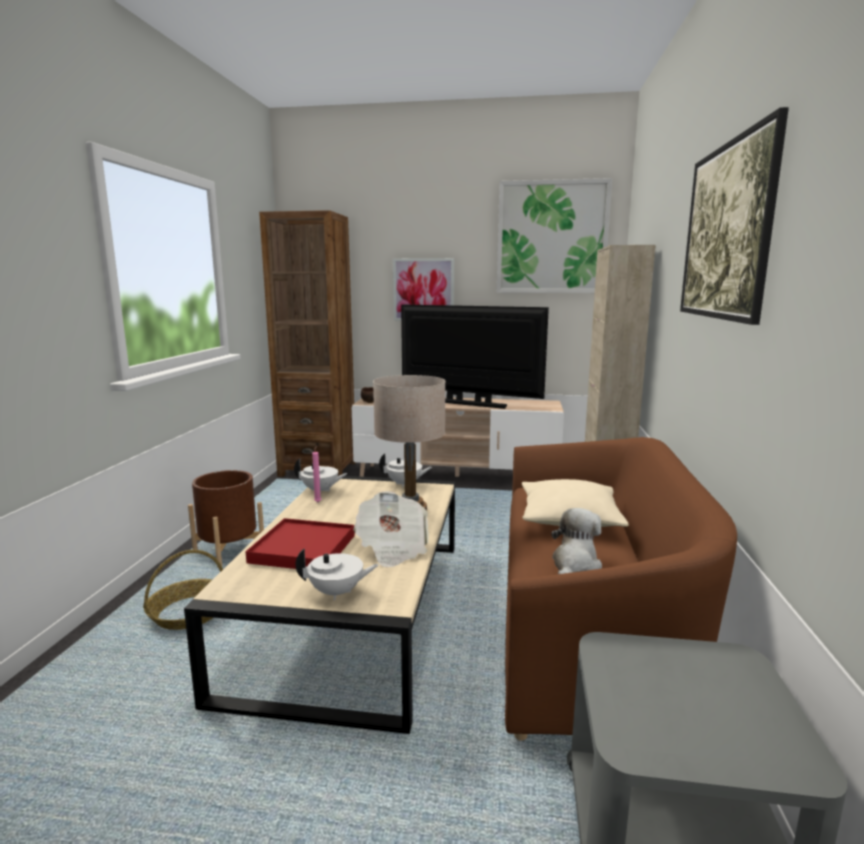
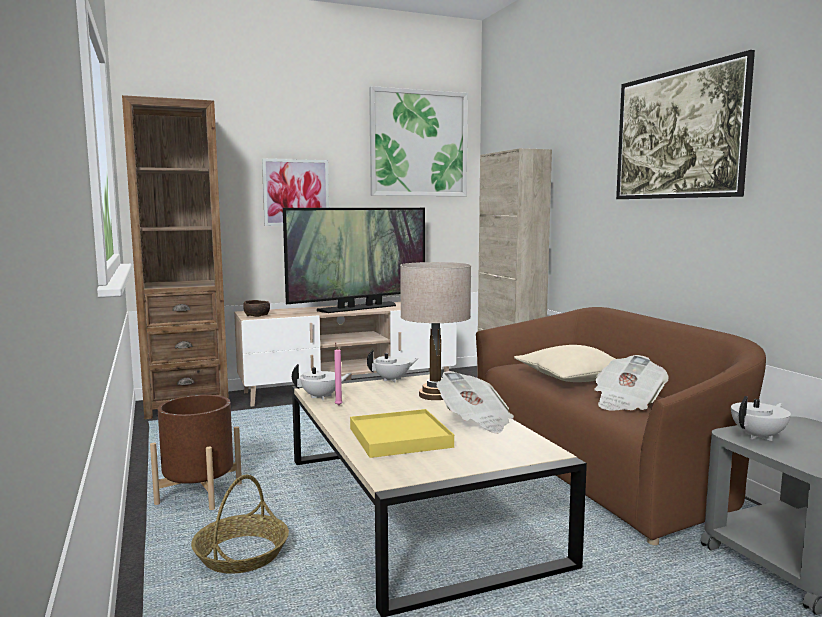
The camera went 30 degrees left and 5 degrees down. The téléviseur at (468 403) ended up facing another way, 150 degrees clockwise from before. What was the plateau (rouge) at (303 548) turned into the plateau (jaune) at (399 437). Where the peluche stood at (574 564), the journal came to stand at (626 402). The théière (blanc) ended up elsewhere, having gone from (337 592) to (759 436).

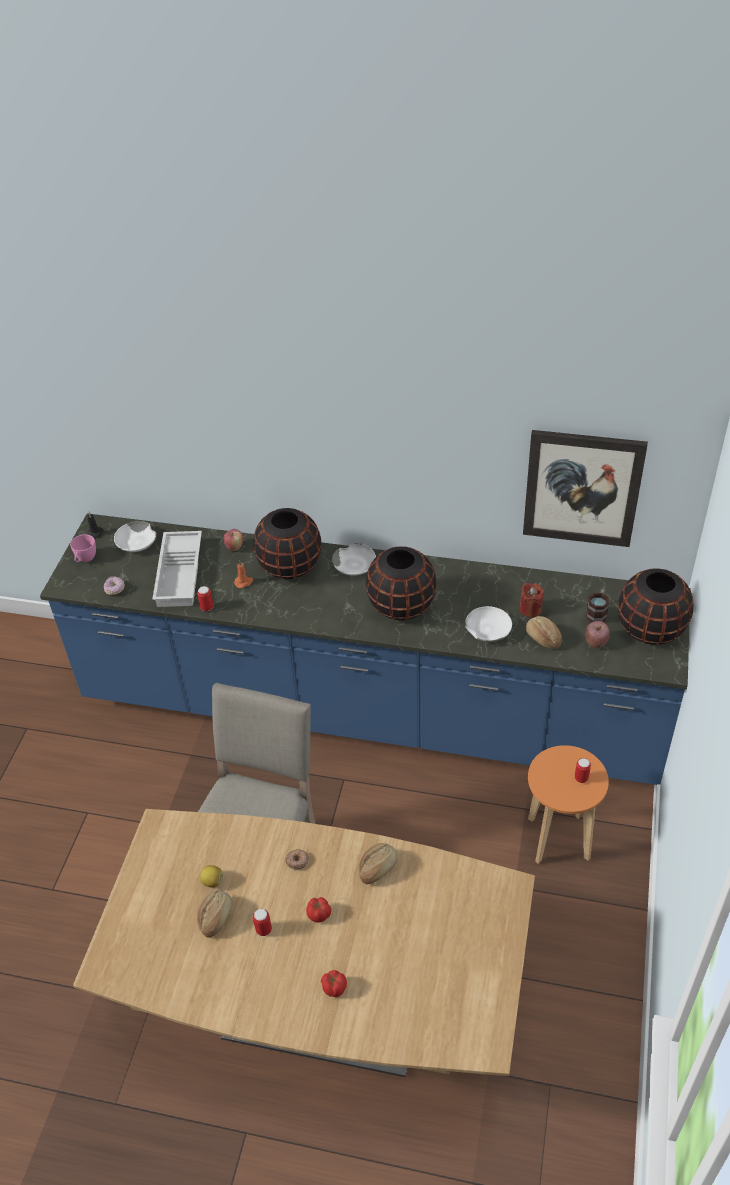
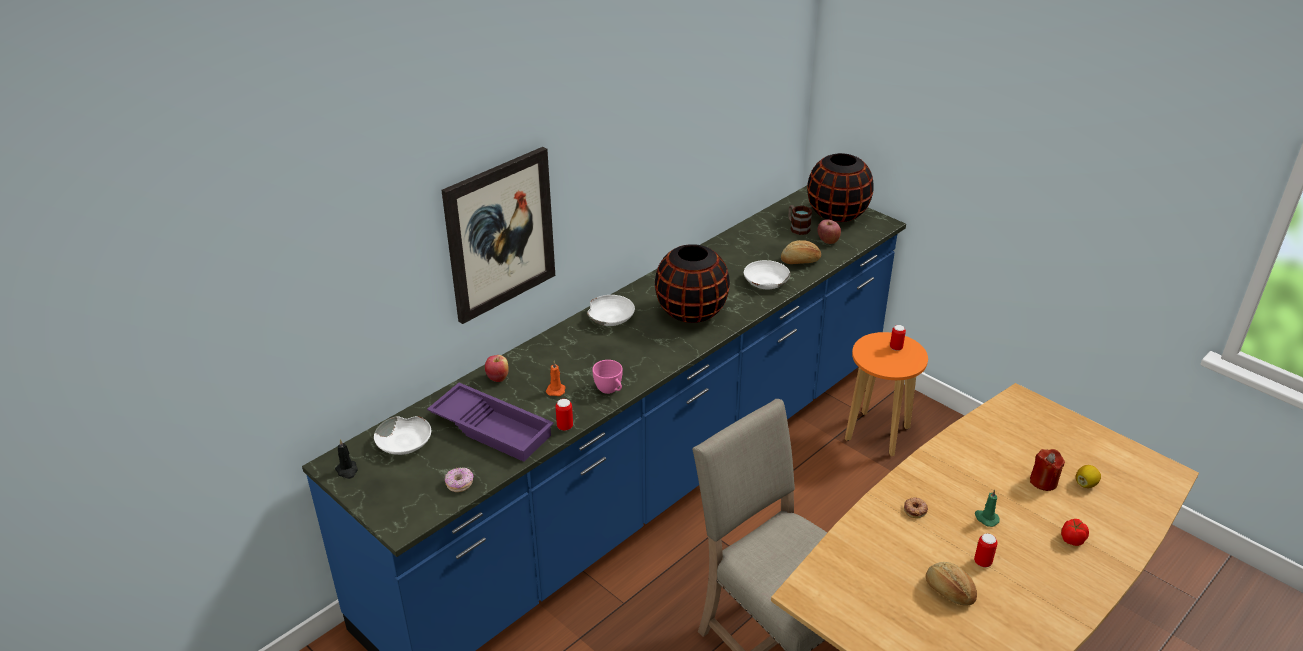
The camera went 60 degrees left and 10 degrees down. What was the plateau (blanc) at (181 574) turned into the plateau (violet) at (493 427). The tableau ended up elsewhere, having gone from (582 488) to (500 234). The tasse (rose) ended up elsewhere, having gone from (85 559) to (610 390). Where the tomate stood at (319 914), the bougie (vert) came to stand at (986 518). The bougie (rouge) ended up elsewhere, having gone from (530 609) to (1043 481). The citron ended up elsewhere, having gone from (212 881) to (1085 484). The second view lost the vase (noir) at (290 566). The second view lost the pain at (377 868).

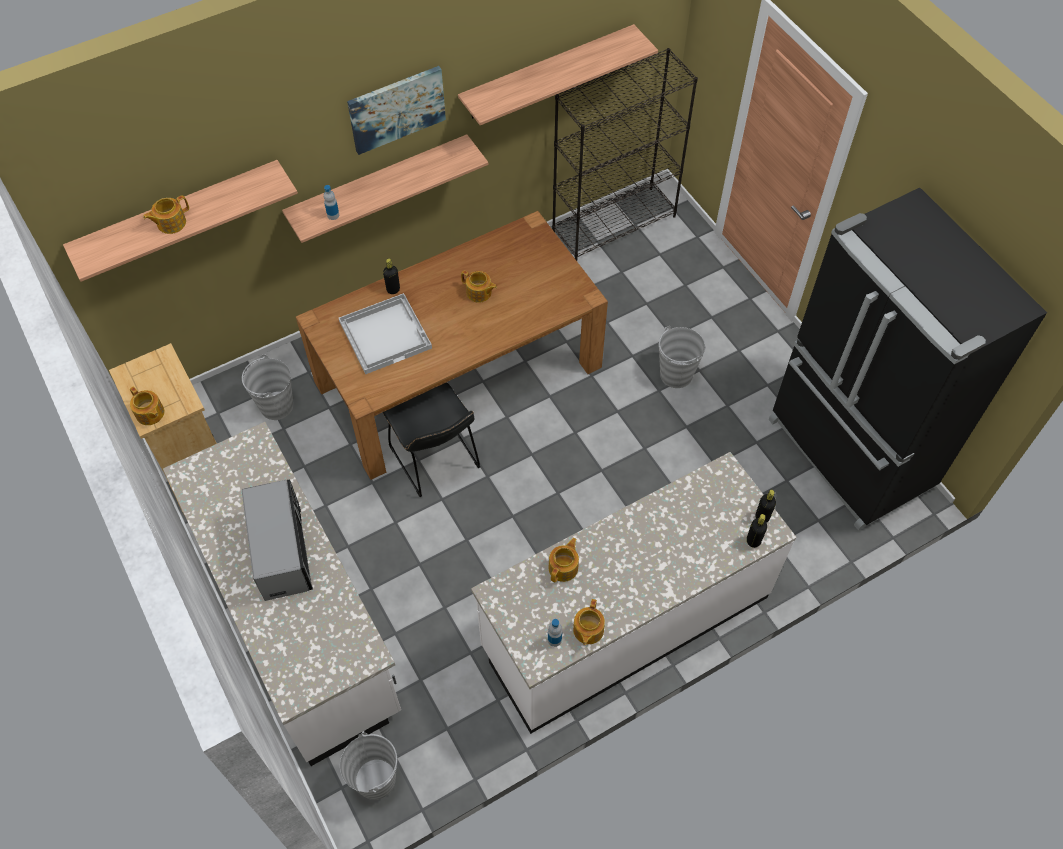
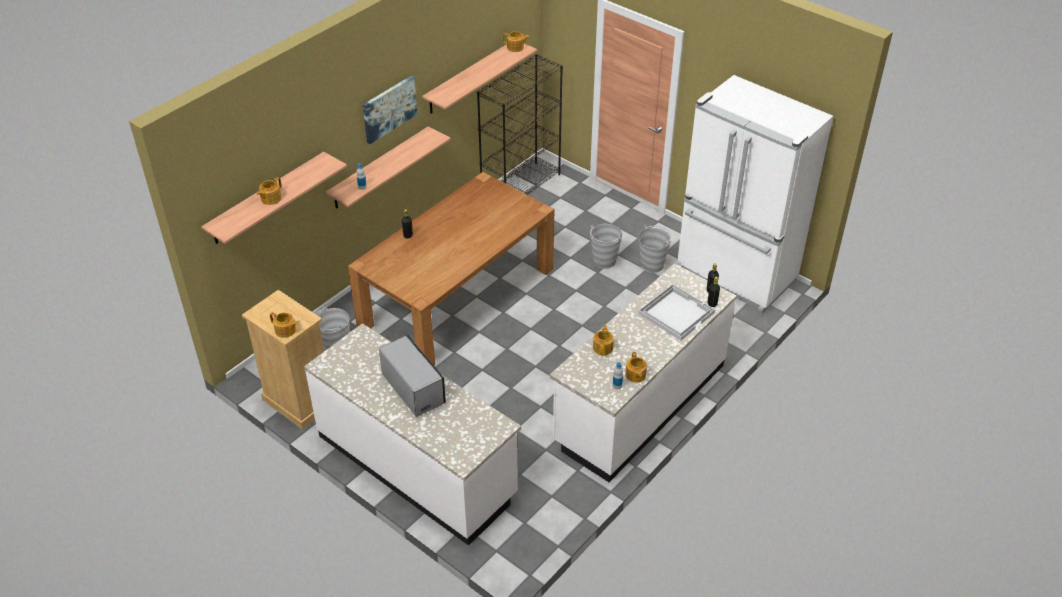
The camera went 20 degrees left and 15 degrees down. The théière ended up elsewhere, having gone from (479 293) to (515 48). The plateau (blanc) ended up elsewhere, having gone from (385 334) to (676 313). The seau (gris) ended up elsewhere, having gone from (376 779) to (652 265). What was the réfrigérateur (noir) at (848 455) turned into the réfrigérateur (blanc) at (735 276). The second view lost the chaise (noir) at (437 461).

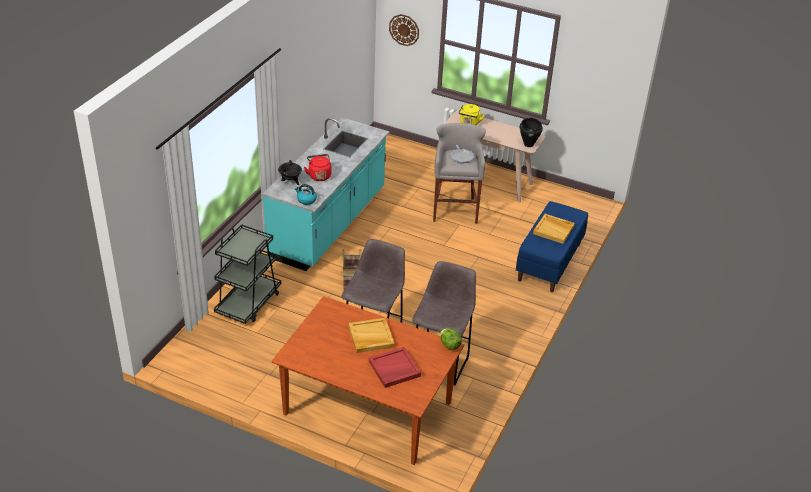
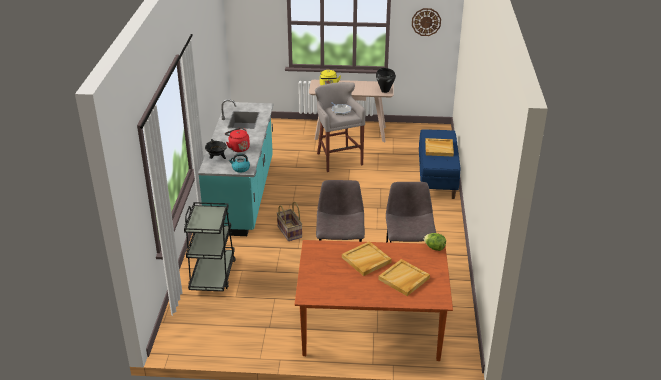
The camera went 20 degrees left and 5 degrees down. What was the plateau (rouge) at (394 369) turned into the plateau (beige) at (404 279). The horloge murale ended up elsewhere, having gone from (404 30) to (426 22).

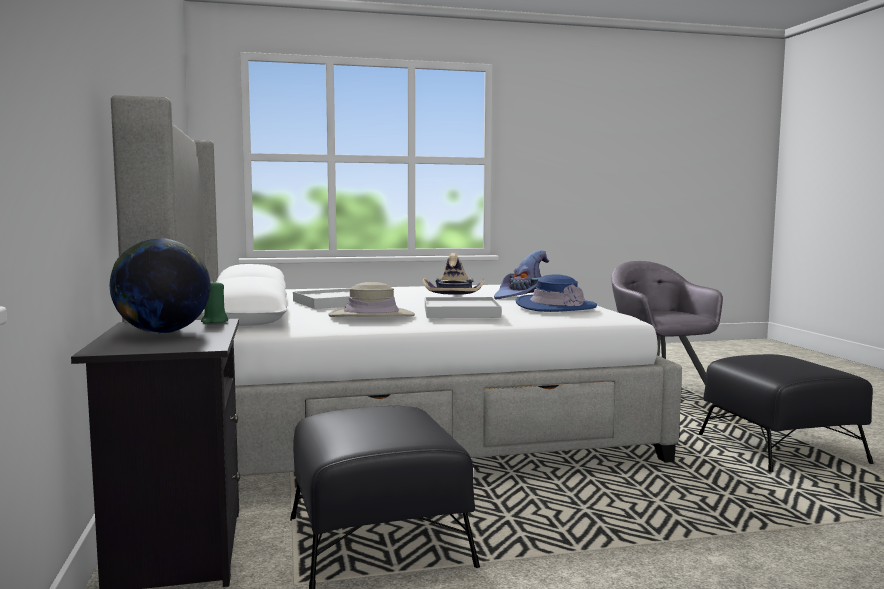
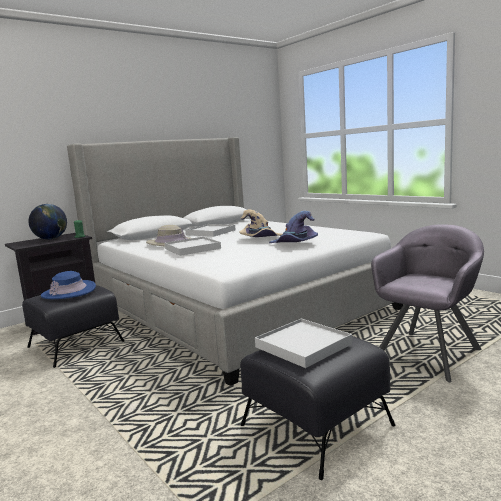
The camera went 65 degrees right and 5 degrees up. The chapeau (bleu) ended up elsewhere, having gone from (555 306) to (69 292). The second view gained the plateau (blanc) at (303 346).

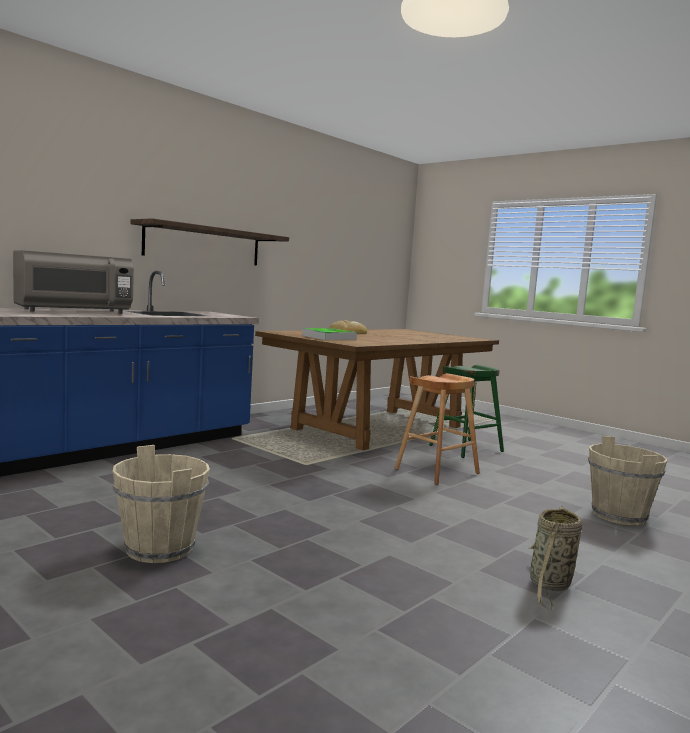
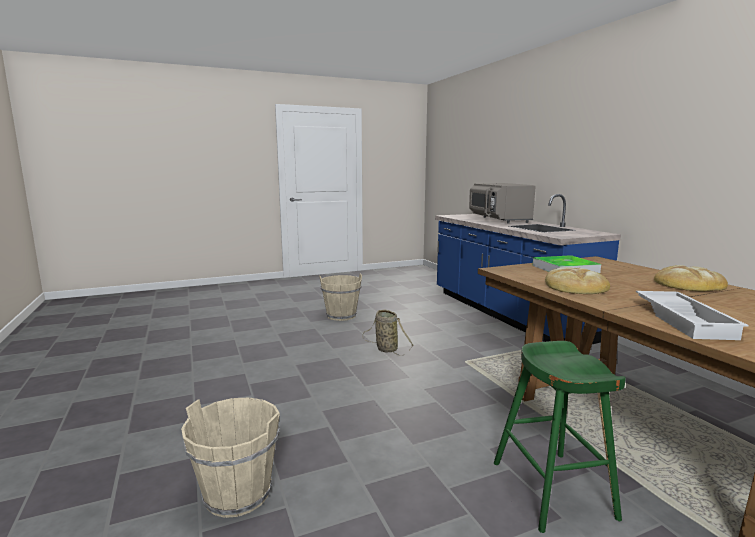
The camera went 115 degrees right and 5 degrees up. The panier ended up elsewhere, having gone from (549 585) to (385 348). The second view gained the pain at (575 287). The second view gained the plateau (blanc) at (685 320). The second view lost the étagère at (204 245). The second view lost the tabouret (marron) at (437 471).

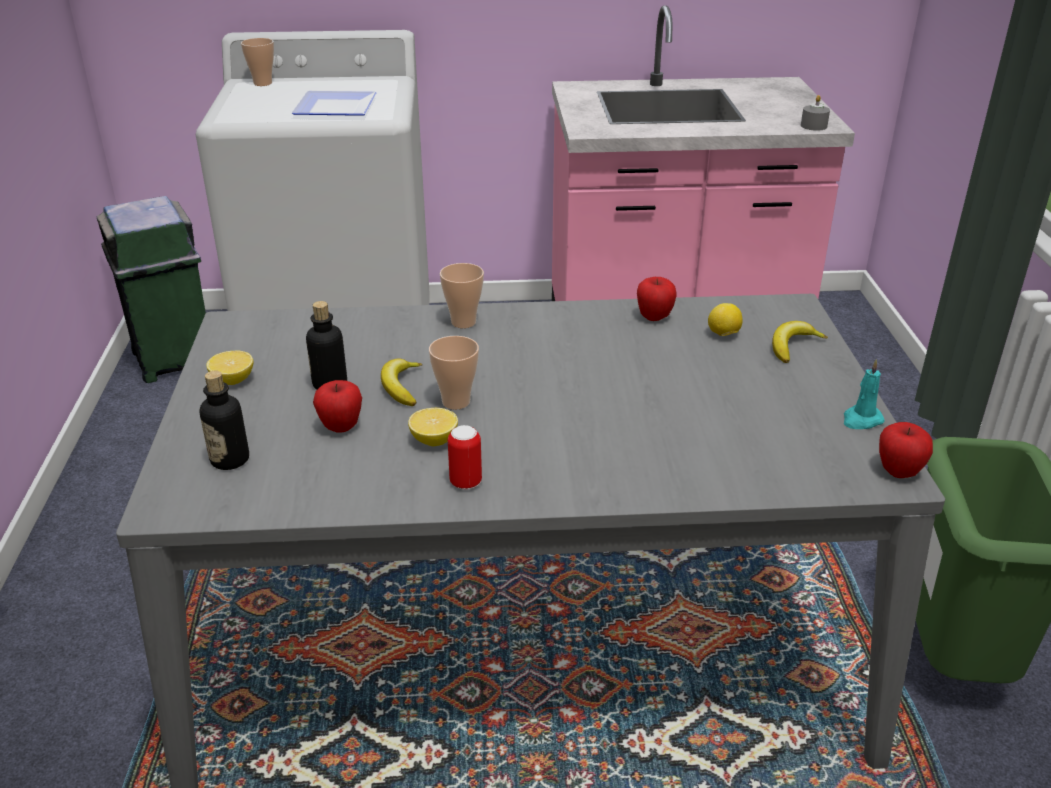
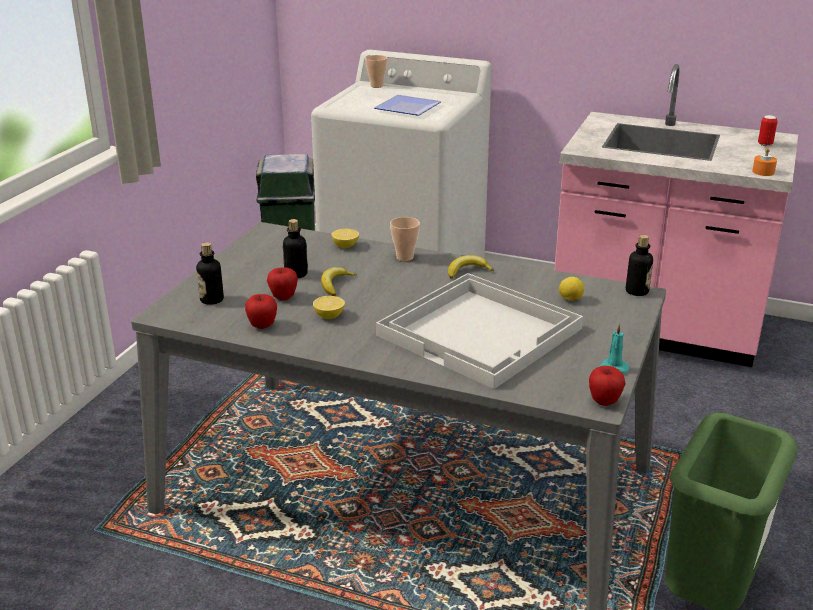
The camera went 25 degrees right and 5 degrees down. The pomme ended up elsewhere, having gone from (654 317) to (262 326). The citron ended up elsewhere, having gone from (233 380) to (345 246). The second view gained the plateau (blanc) at (481 332). The banane ended up elsewhere, having gone from (792 346) to (468 271). The second view gained the bouteille at (637 291). What was the bougie (gris) at (813 126) turned into the bougie (orange) at (763 172). The boîte métallique ended up elsewhere, having gone from (465 482) to (765 144). The second view lost the tasse at (456 402).

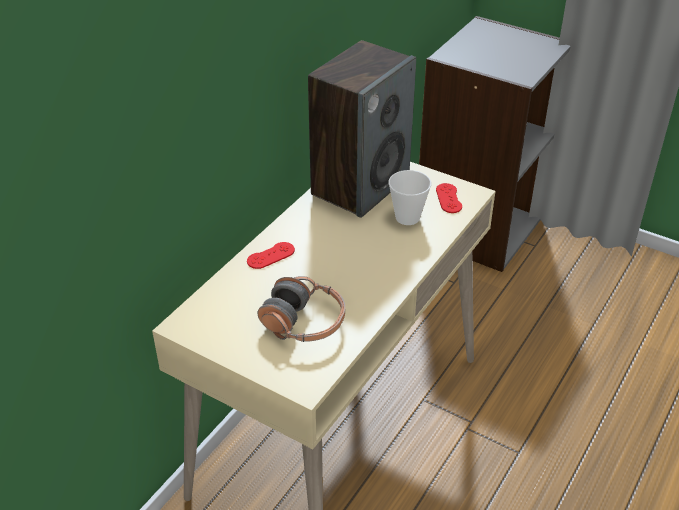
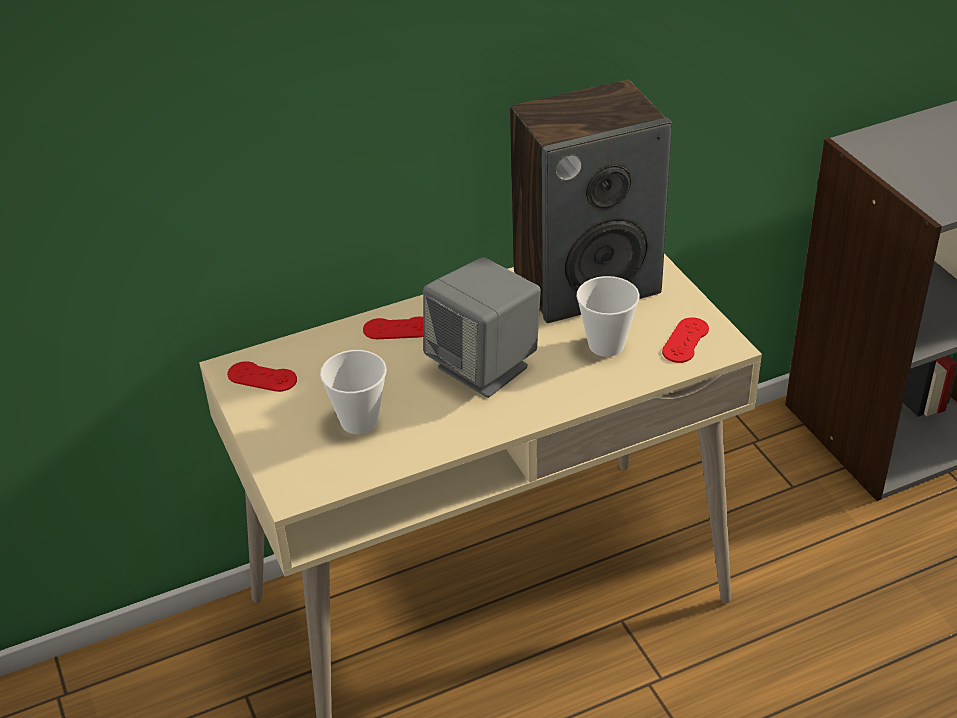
The camera went 35 degrees right and 0 degrees up. The second view gained the manette (rouge) at (262 377). Where the casque audio stood at (304 323), the tasse came to stand at (359 421). The second view gained the enceinte (gris) at (484 367).

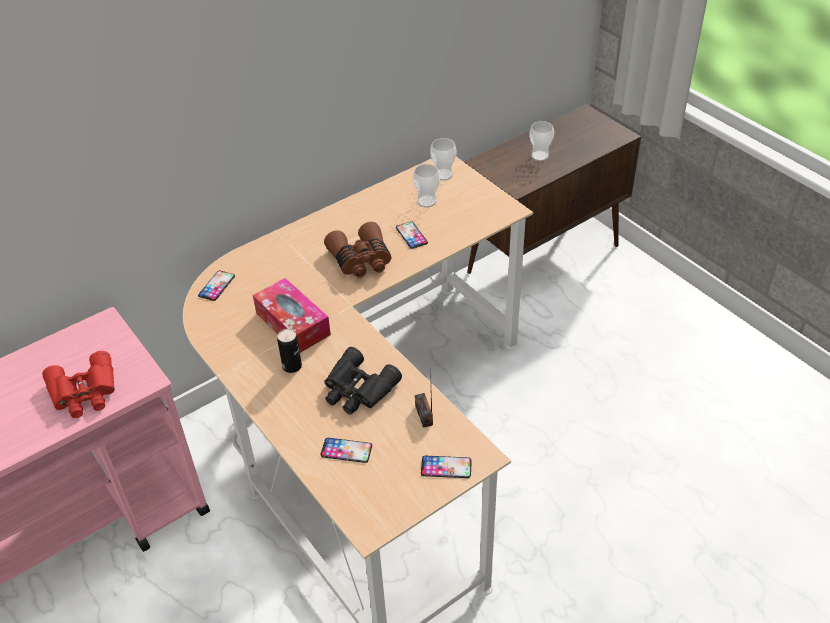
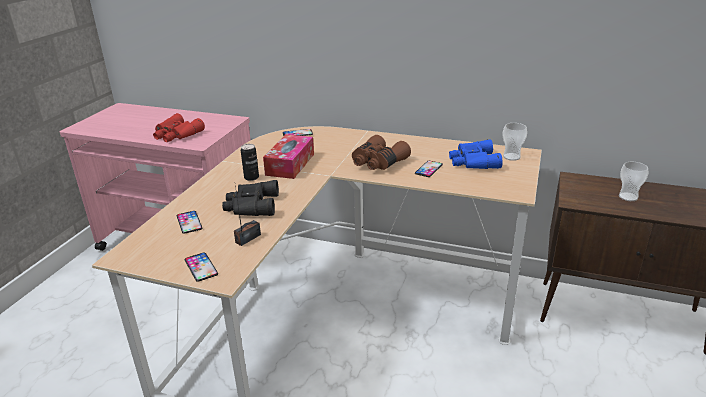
The camera went 55 degrees right and 15 degrees down. Where the tasse stood at (426 201), the jumelles (bleu) came to stand at (472 161).

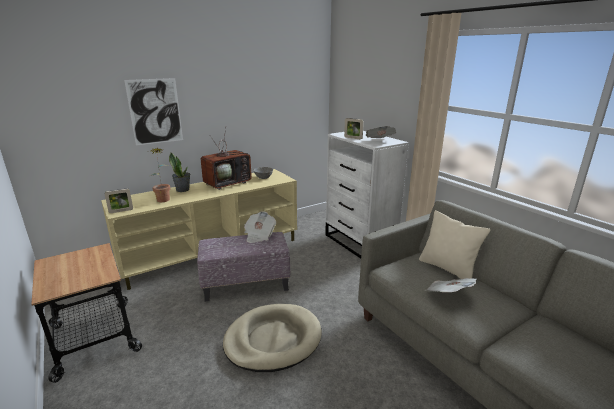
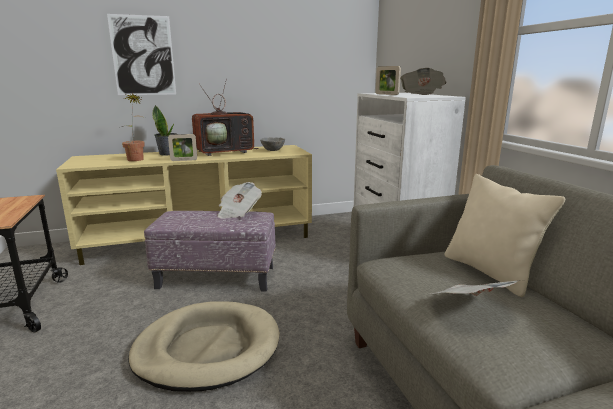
The camera went 15 degrees right and 5 degrees down. The cadre photo ended up elsewhere, having gone from (121 211) to (184 160).

